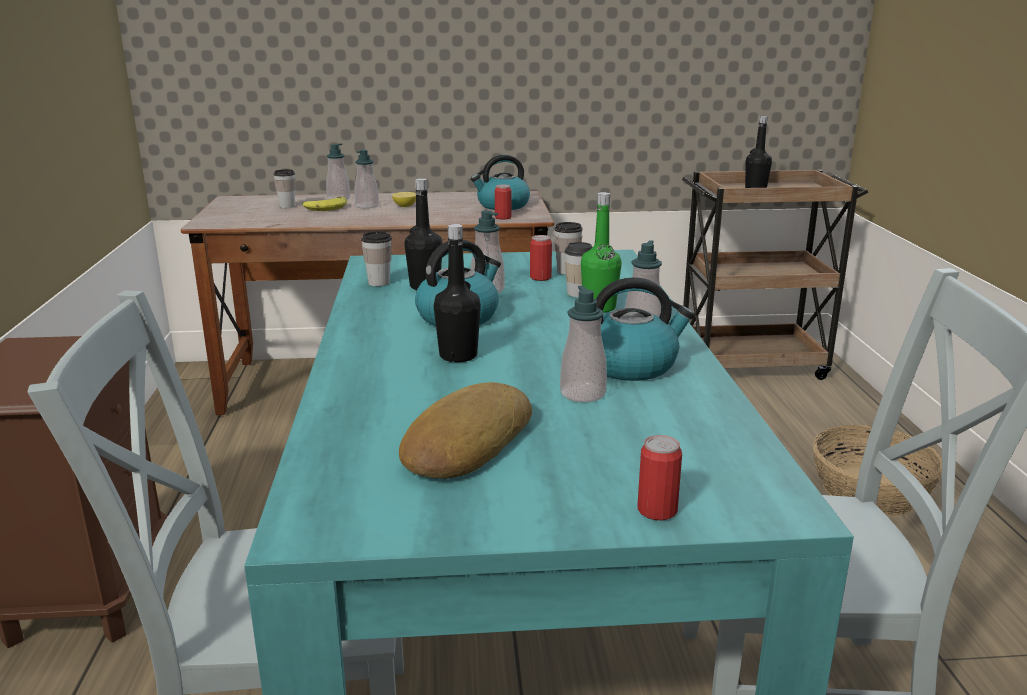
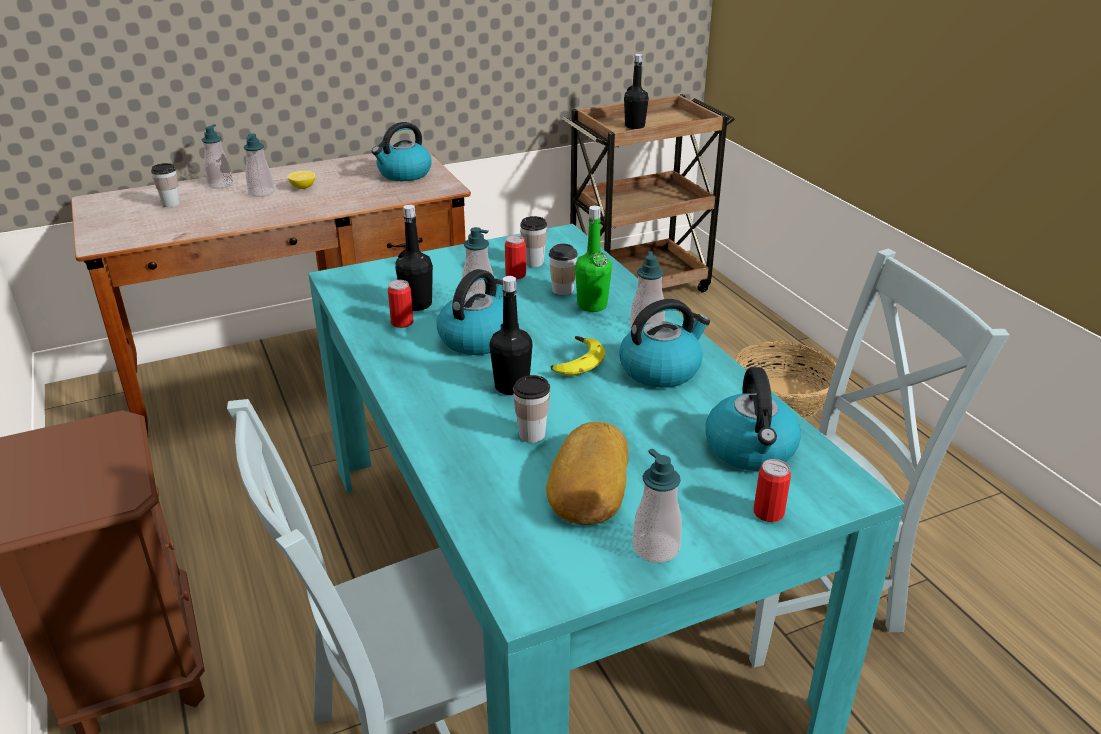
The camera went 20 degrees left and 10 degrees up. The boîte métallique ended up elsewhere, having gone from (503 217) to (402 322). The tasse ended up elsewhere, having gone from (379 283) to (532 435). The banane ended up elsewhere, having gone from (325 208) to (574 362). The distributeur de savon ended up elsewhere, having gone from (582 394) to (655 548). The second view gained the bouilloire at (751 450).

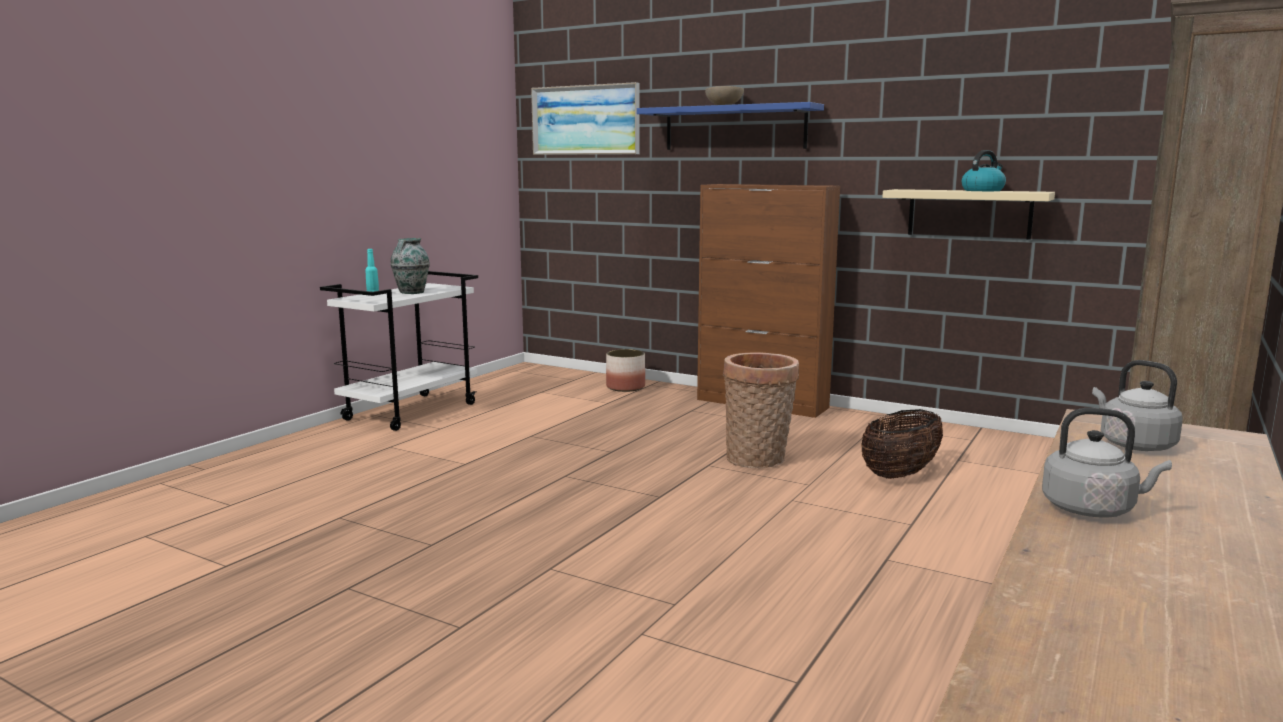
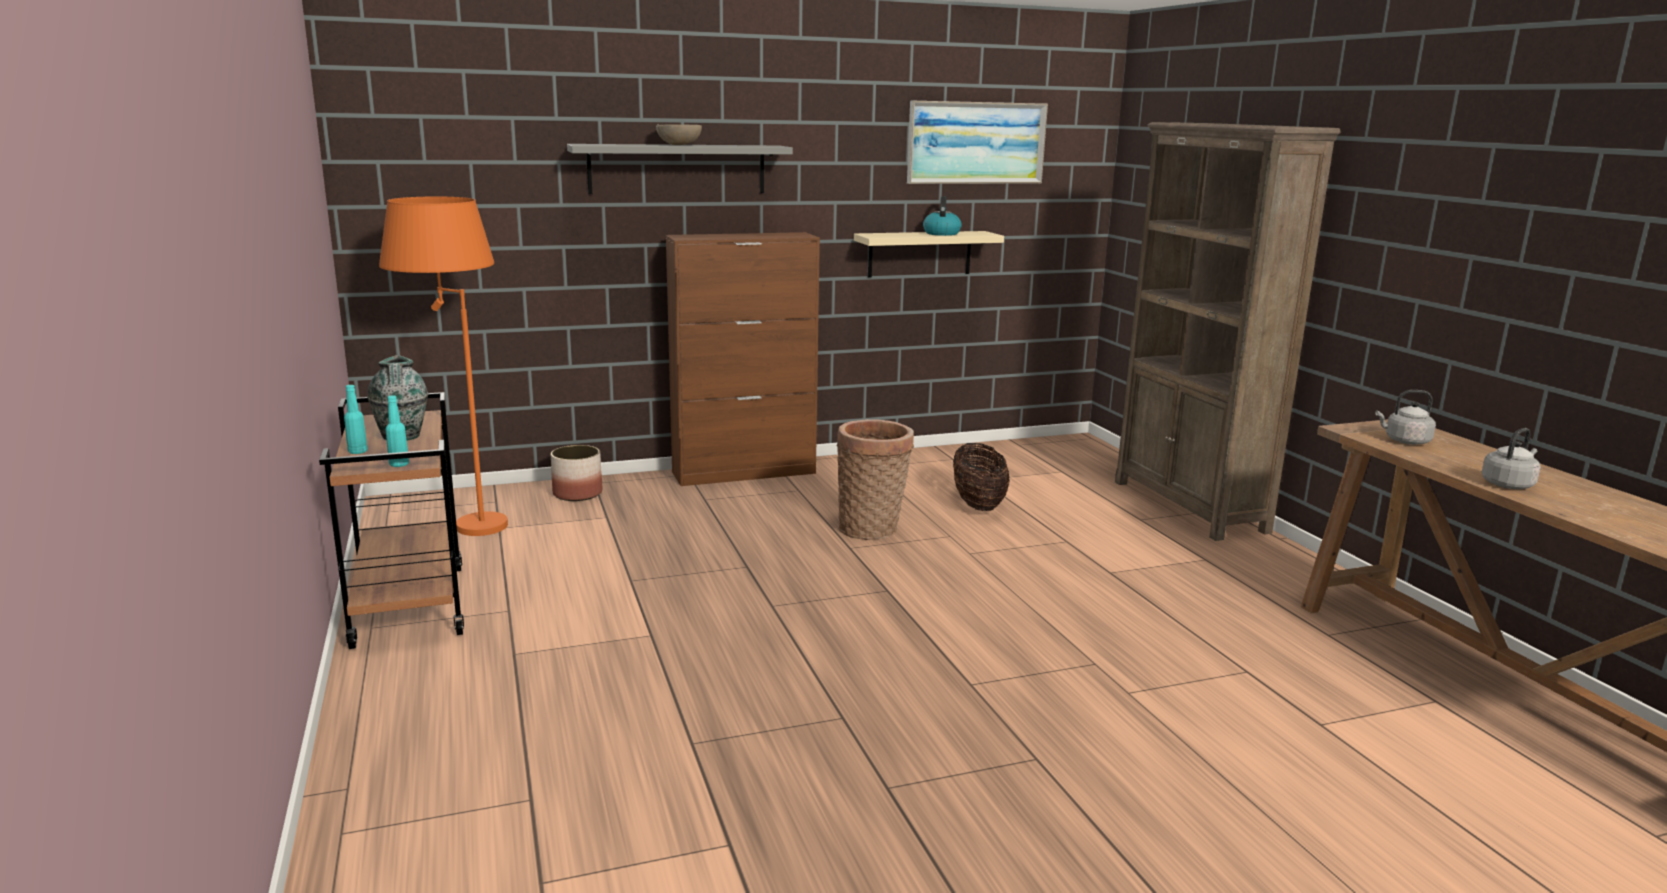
The camera went 50 degrees left and 5 degrees up. What was the chariot (blanc) at (411 411) turned into the chariot (marron) at (408 605). The second view gained the lampadaire (orange) at (461 521). The second view gained the bouteille (turquoise) at (399 464). What was the étagère (bleu) at (734 128) turned into the étagère (gris) at (677 169). The tableau ended up elsewhere, having gone from (585 120) to (976 143).

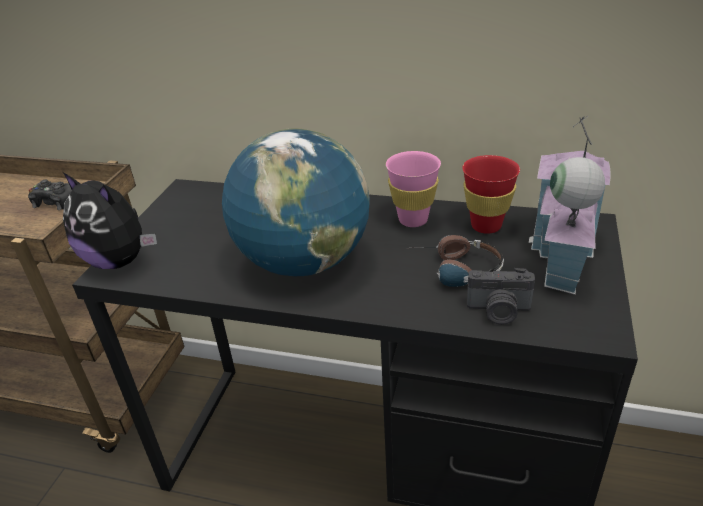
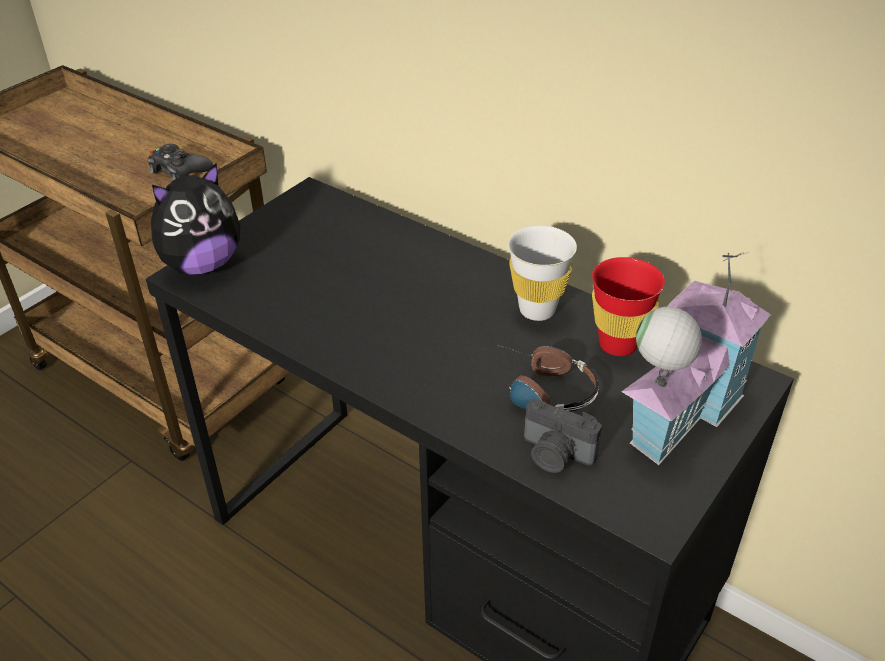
The camera went 20 degrees right and 5 degrees up. The peluche at (119 260) ended up facing another way, 90 degrees counterclockwise from before. What was the tasse (rose) at (413 220) turned into the tasse (blanc) at (537 310). The second view lost the globe at (304 262).

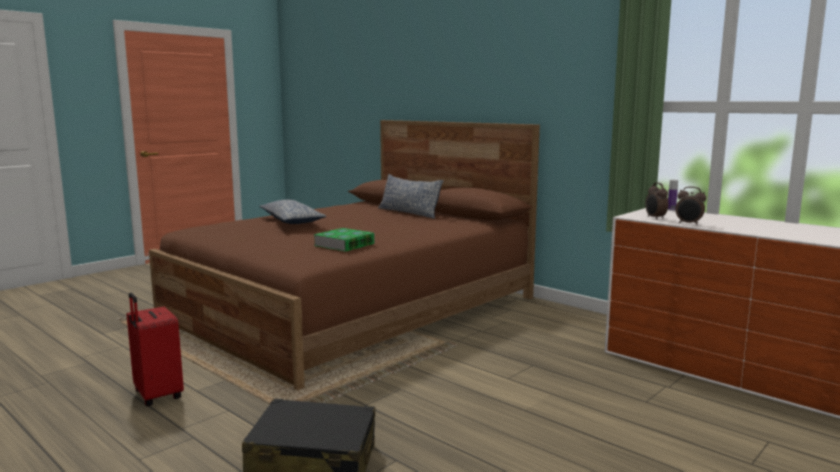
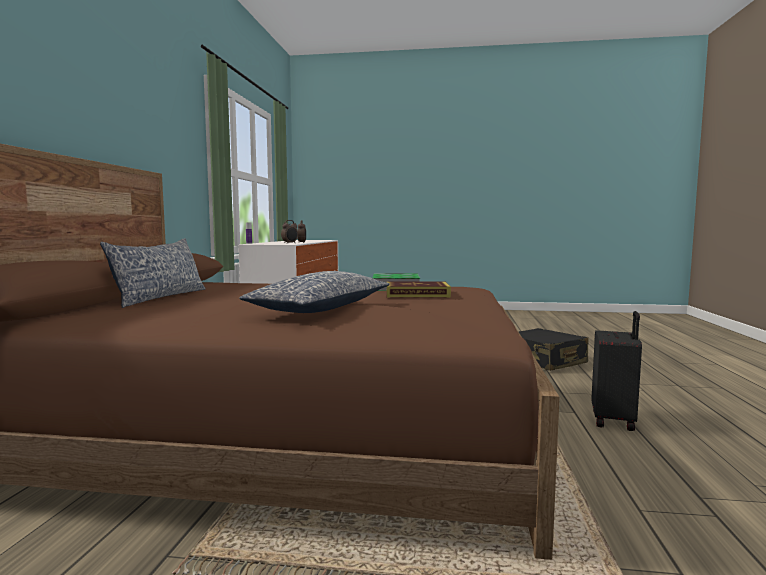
The camera went 125 degrees left and 5 degrees down. The second view gained the livre at (417 294). What was the valise (rouge) at (156 396) turned into the valise (noir) at (614 420).

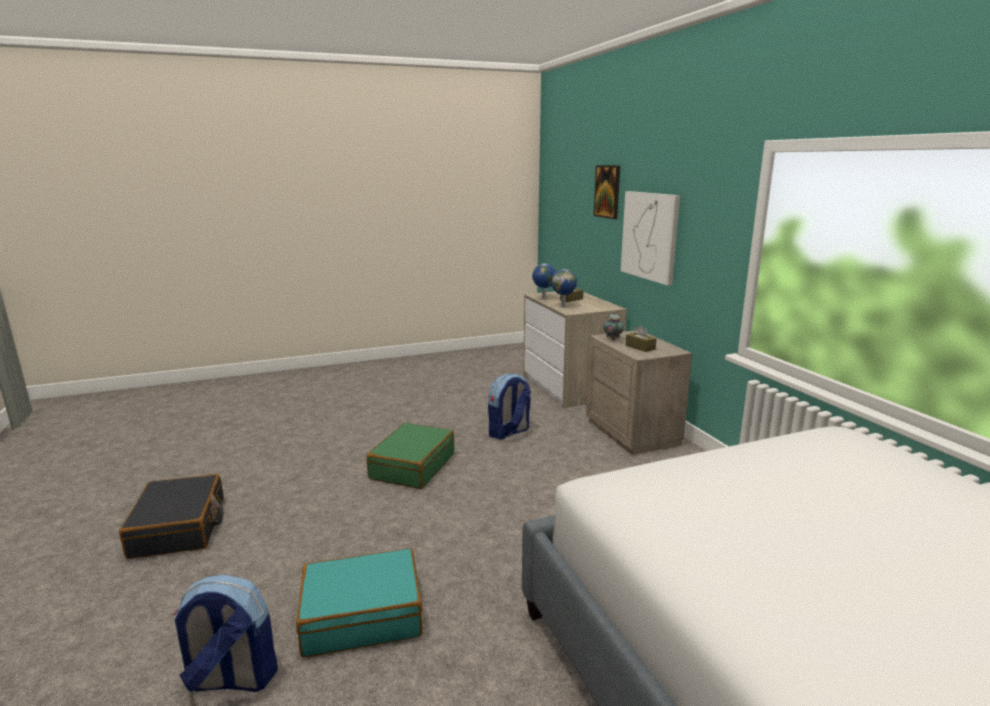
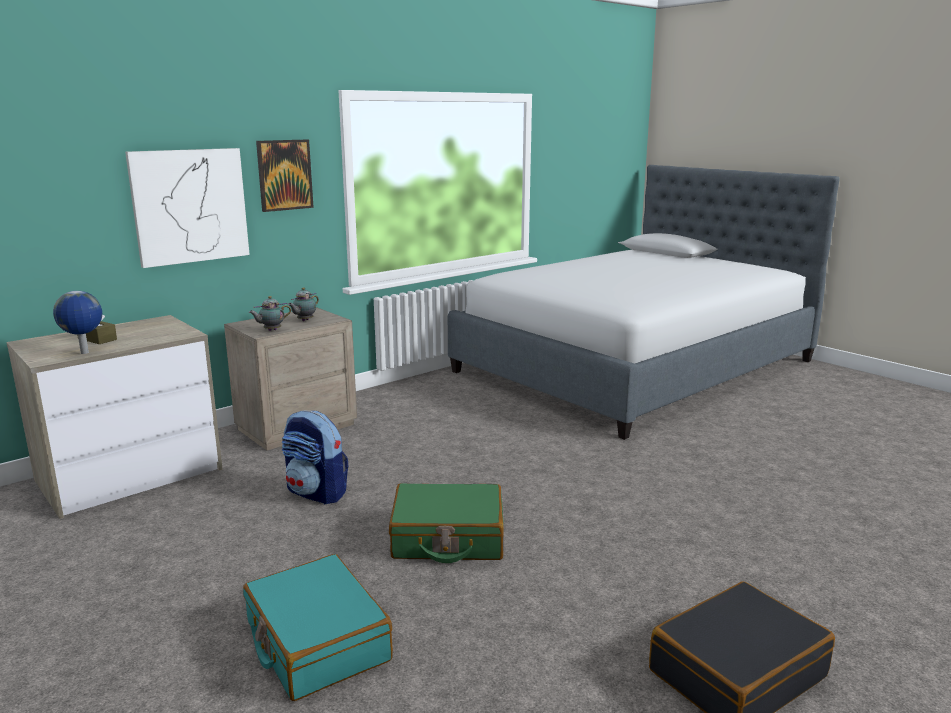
The camera went 110 degrees left and 0 degrees up. The valise (turquoise) ended up elsewhere, having gone from (362 615) to (316 642). The tableau ended up elsewhere, having gone from (607 191) to (284 175). Where the boîte à mouchoirs (marron) stood at (640 347), the théière came to stand at (304 320). The second view lost the sac à dos at (231 679). The second view lost the globe at (563 306).

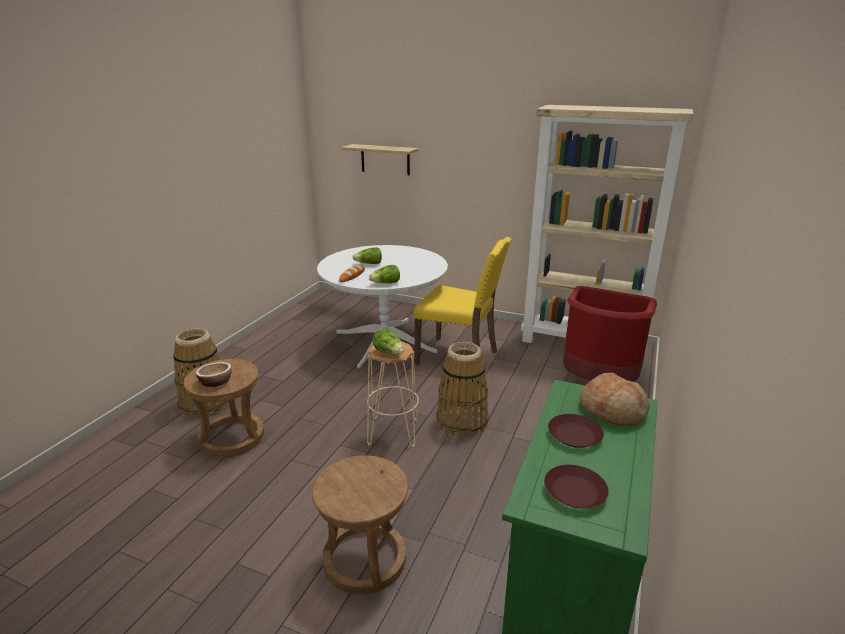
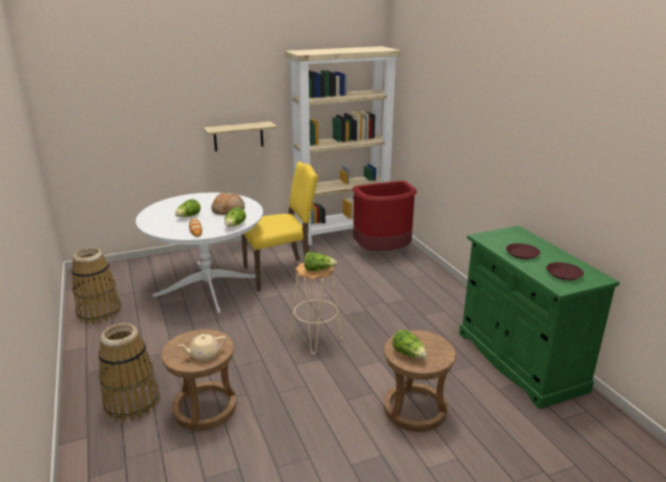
The camera went 45 degrees left and 0 degrees up. The panier ended up elsewhere, having gone from (462 421) to (99 312). Where the bol stood at (216 382), the théière (beige) came to stand at (204 354). The étagère ended up elsewhere, having gone from (385 159) to (238 136). The pain ended up elsewhere, having gone from (613 410) to (229 211). The second view gained the laitue at (409 354).

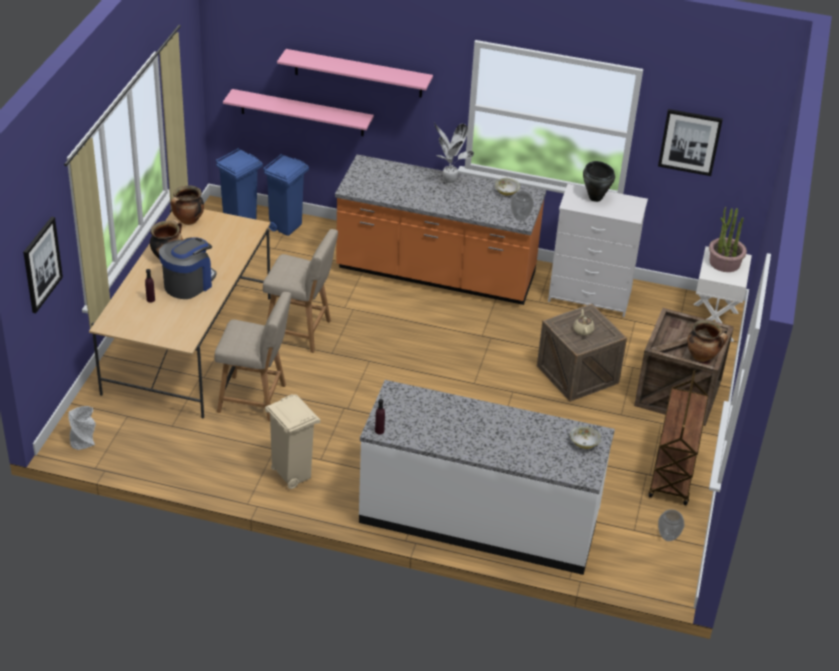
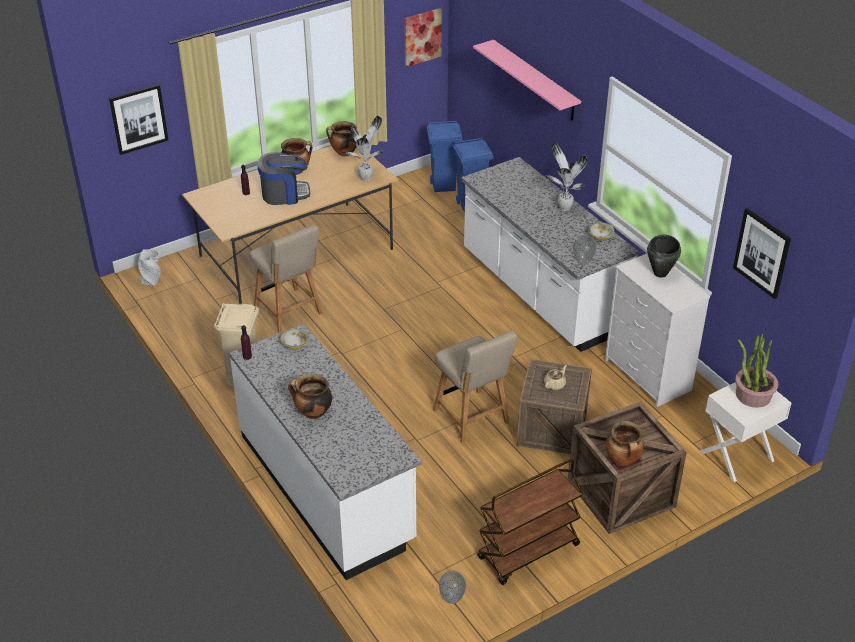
The camera went 45 degrees right and 0 degrees up. The bol ended up elsewhere, having gone from (584 443) to (295 345). The second view gained the marmite at (312 413). The second view gained the plante en pot at (366 177). The second view gained the tableau at (422 37). The chaise (beige) ended up elsewhere, having gone from (301 332) to (473 419). What was the comptoir de cuisine (orange) at (435 273) turned into the comptoir de cuisine (blanc) at (540 292). The second view lost the étagère (rose) at (302 113).

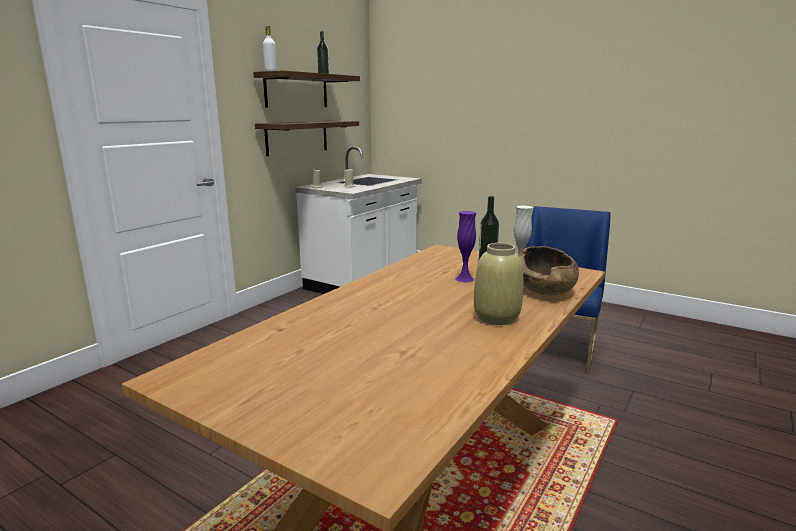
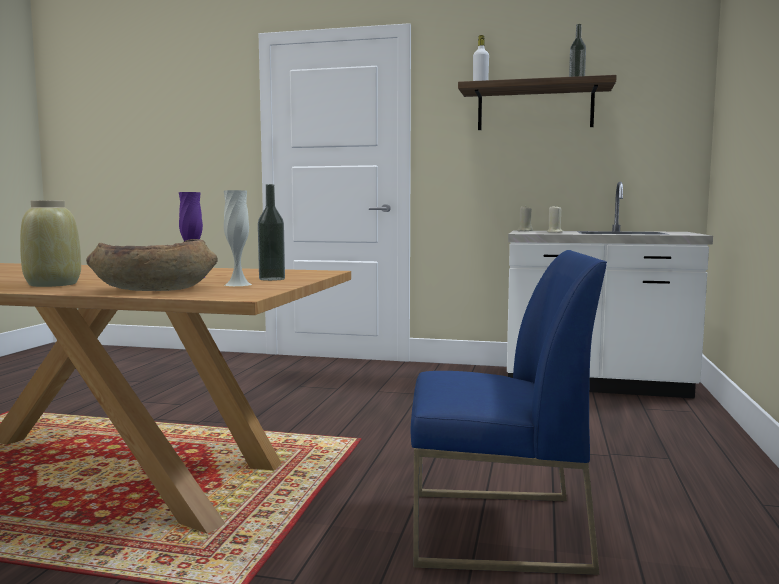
The camera went 70 degrees right and 10 degrees down. The second view lost the étagère at (297 137).

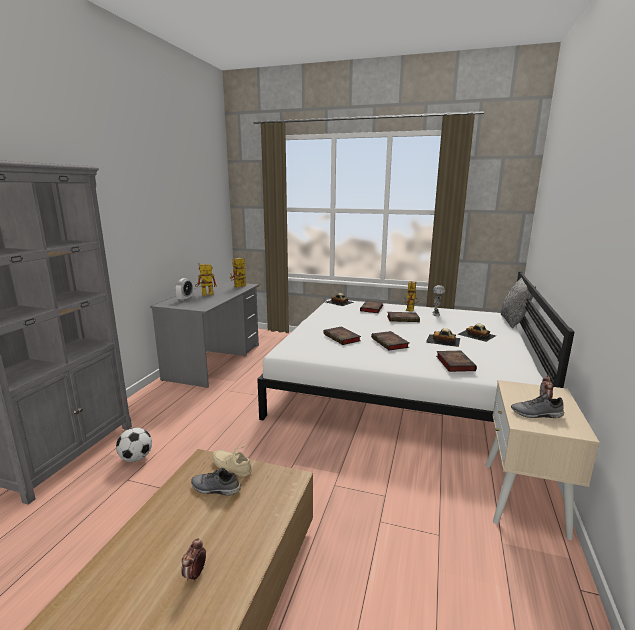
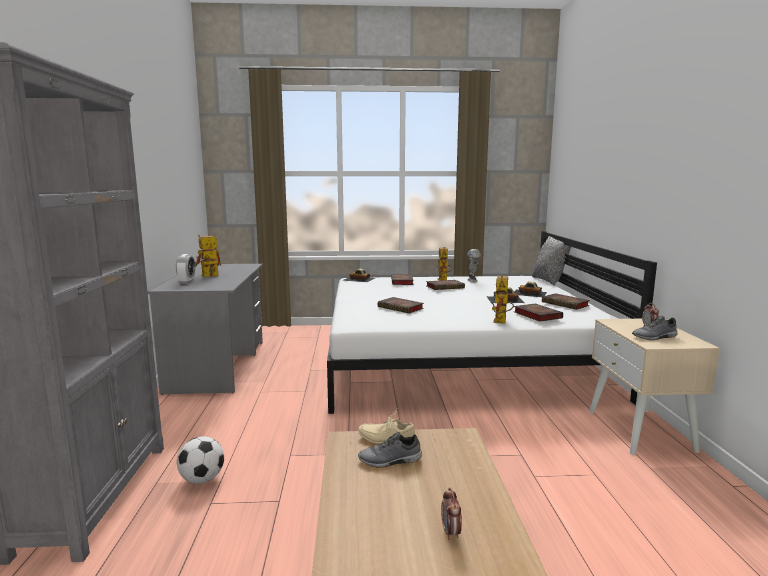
The camera went 20 degrees left and 5 degrees down. The robot jouet ended up elsewhere, having gone from (238 287) to (501 322). The livre ended up elsewhere, having gone from (390 343) to (566 304).

